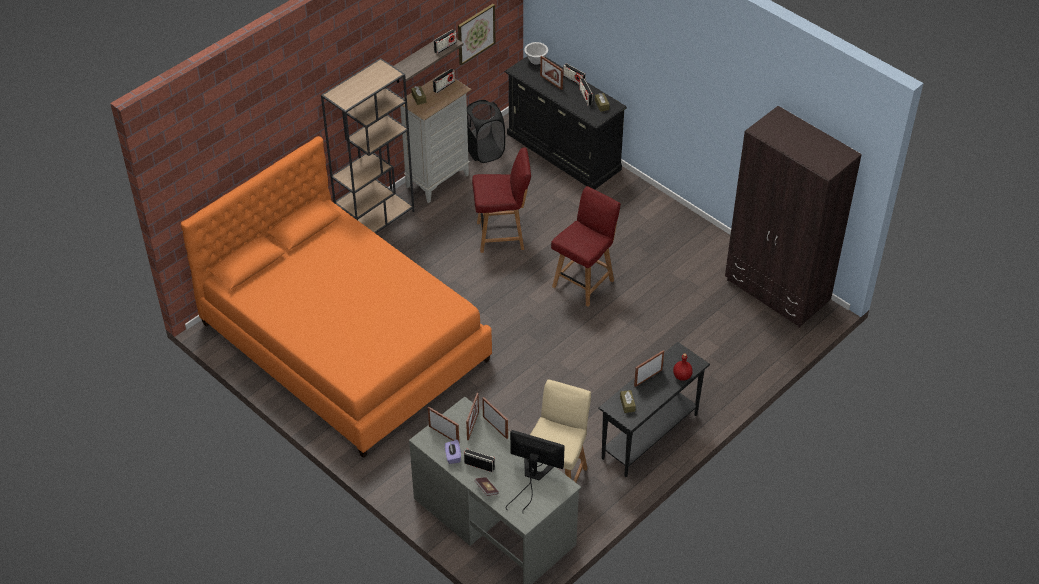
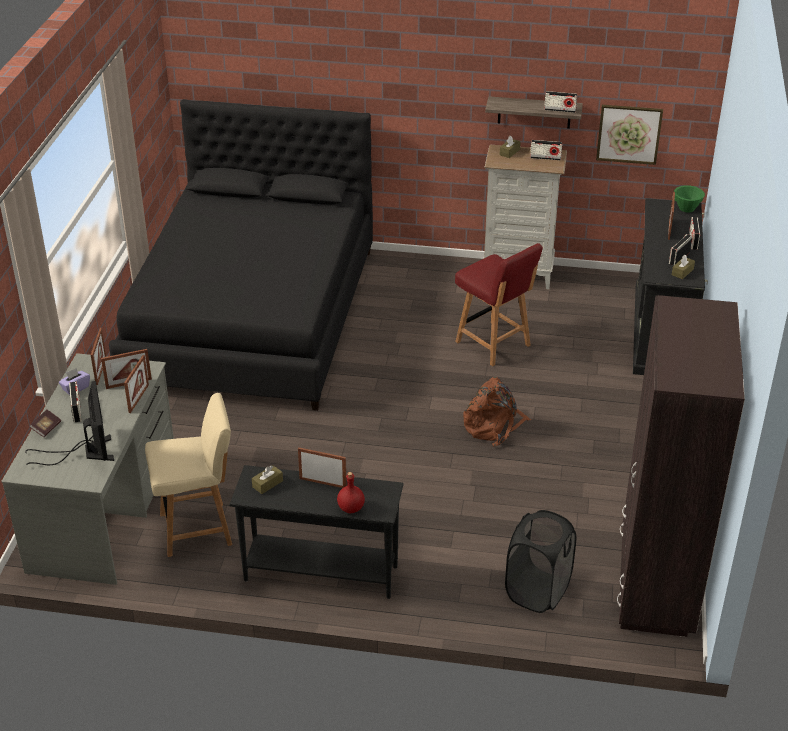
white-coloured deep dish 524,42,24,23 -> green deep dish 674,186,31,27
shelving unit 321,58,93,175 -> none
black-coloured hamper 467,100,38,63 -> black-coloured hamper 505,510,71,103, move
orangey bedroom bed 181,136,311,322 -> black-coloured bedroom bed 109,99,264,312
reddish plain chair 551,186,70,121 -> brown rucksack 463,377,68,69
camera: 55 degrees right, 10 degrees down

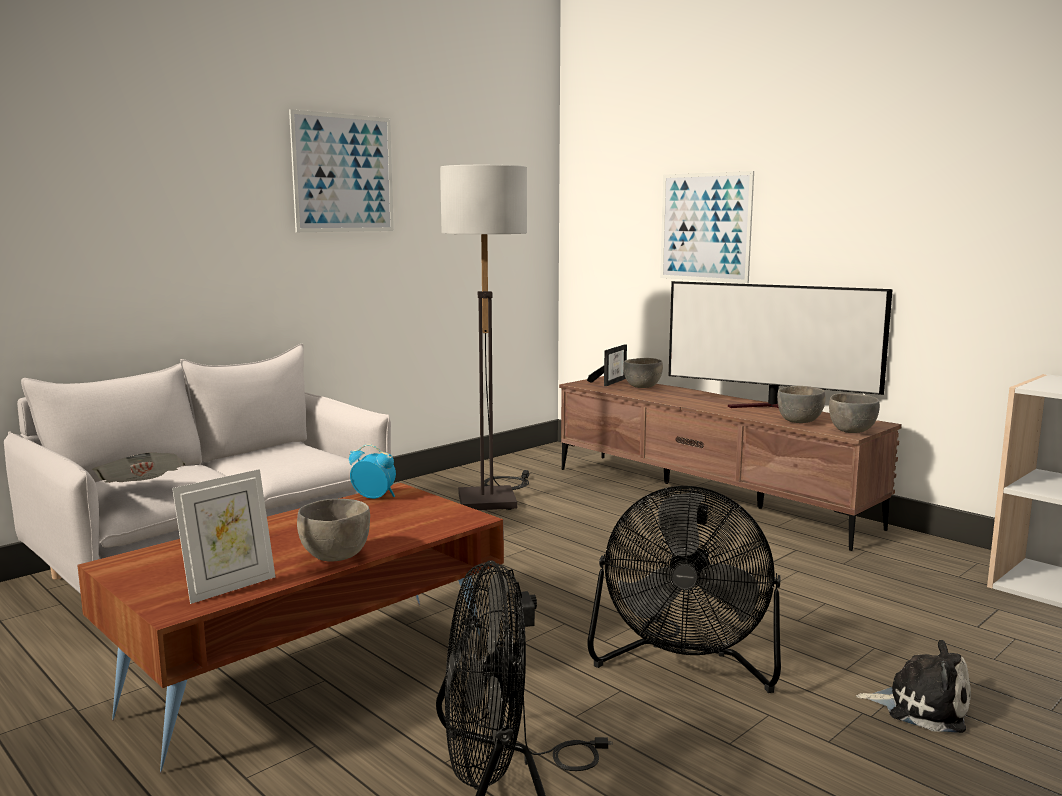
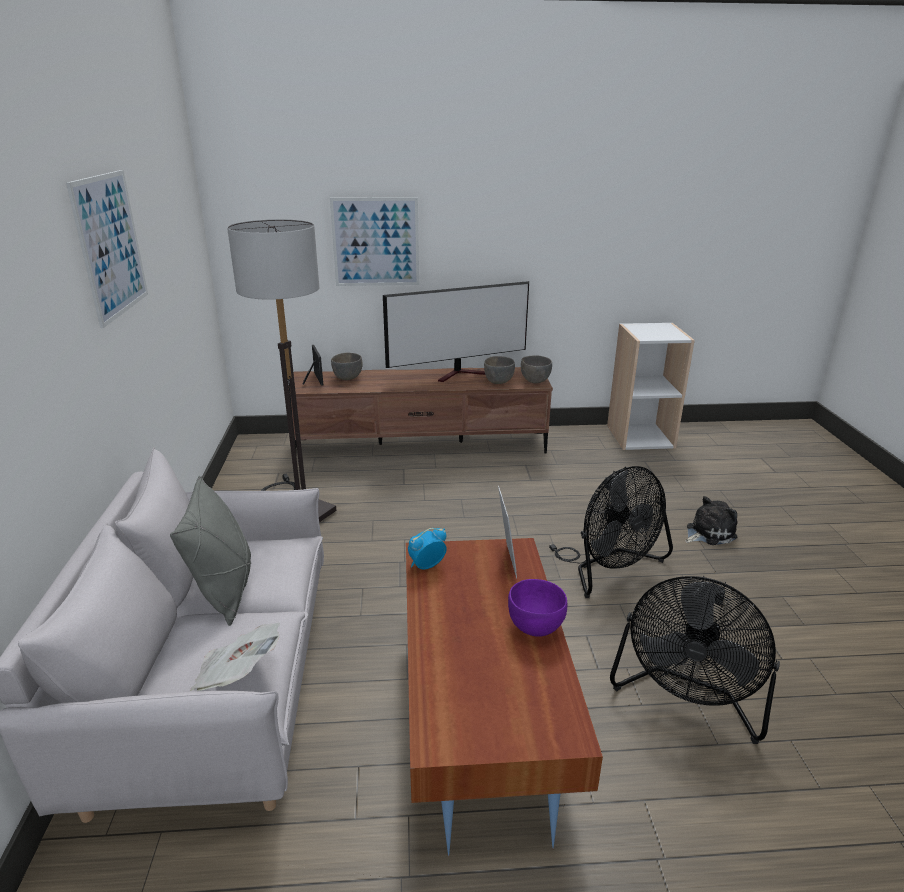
standing frame 172,469,103,135 -> standing frame 498,486,19,93, move
greyish deep dish 297,499,73,62 -> purple-coloured deep dish 508,579,59,58
none -> greyish throw pillow 170,476,81,150
camera: 50 degrees left, 15 degrees up

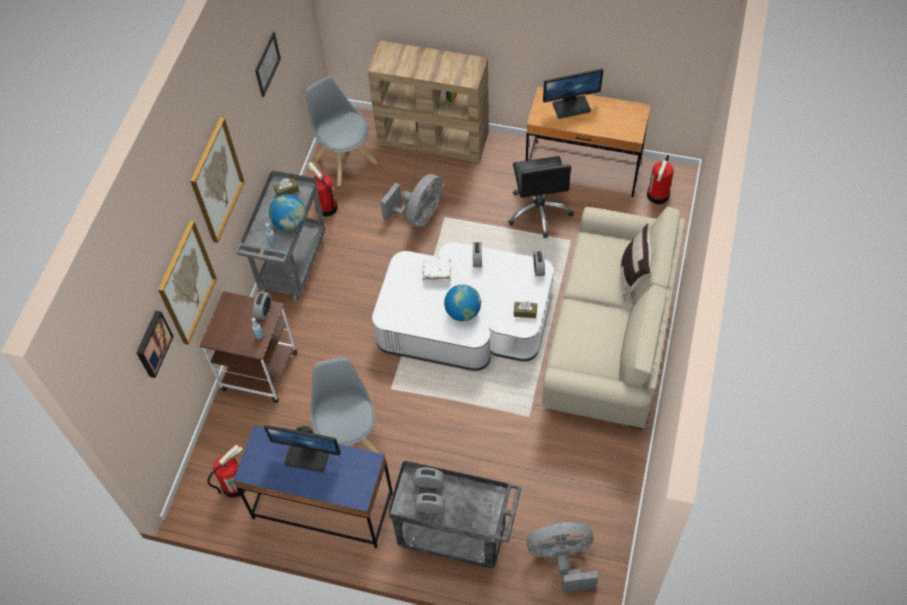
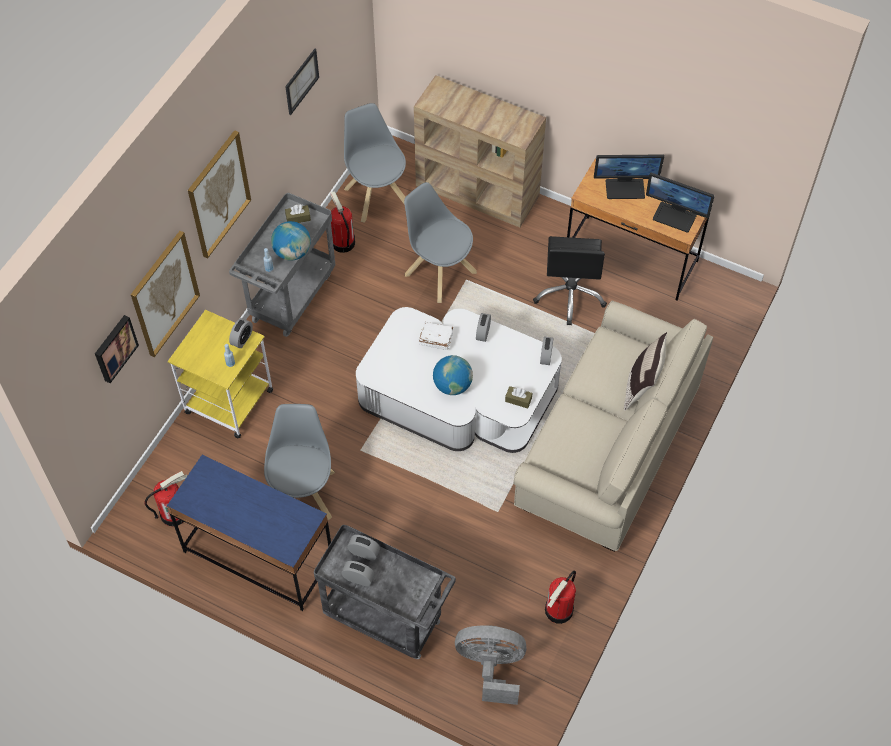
fire-fighting cylinder 647,155,27,49 -> fire-fighting cylinder 545,571,31,53, move
greyish fan 381,174,62,53 -> greyish plain chair 404,182,73,121
brown cart 200,291,97,112 -> yellow cart 168,310,106,128
computer display 264,425,76,47 -> computer display 646,173,69,60, move
camera: 10 degrees right, 0 degrees up

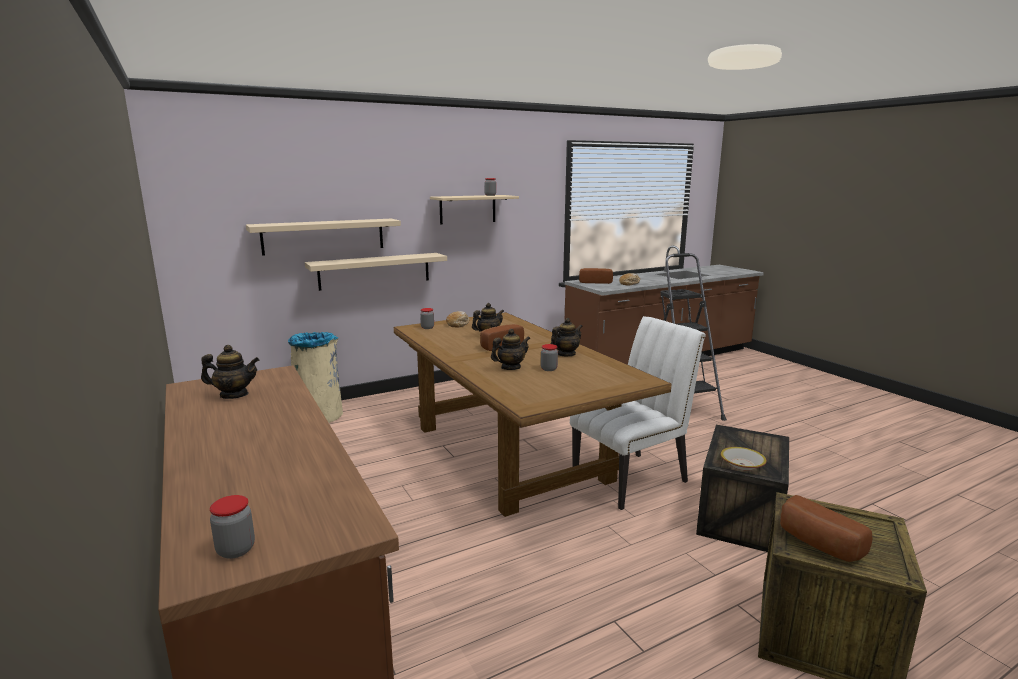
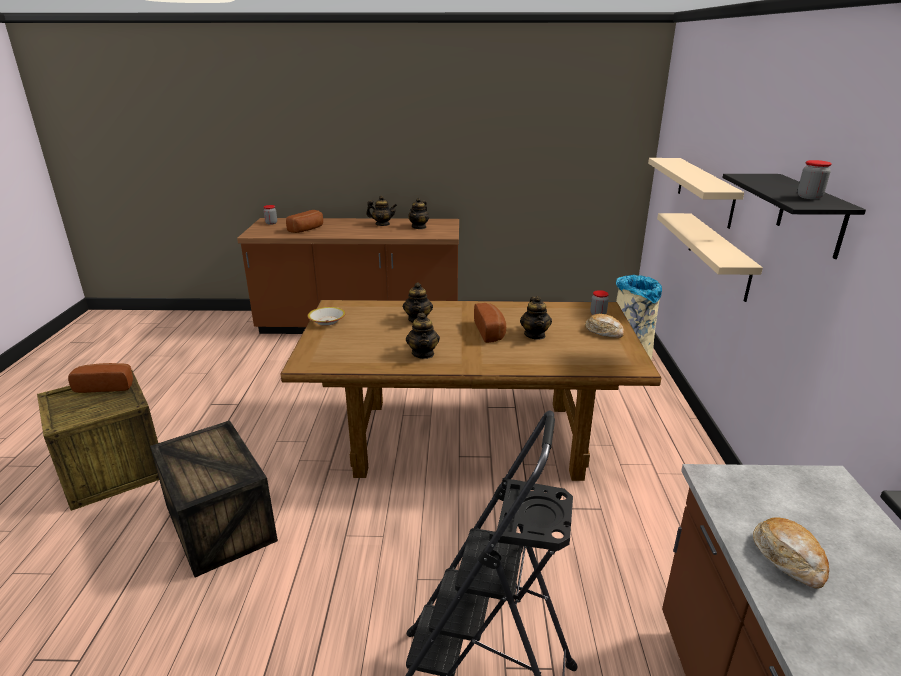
beige bracket shelf 430,195,89,30 -> black-coloured bracket shelf 723,174,143,85
bakery bread 579,268,34,16 -> bakery bread 286,210,37,23, move
white-coloured plain chair 570,316,136,194 -> none
jar 541,344,17,27 -> none
deep dish 721,447,46,24 -> deep dish 308,307,38,19, move
none -> pot for tea 366,195,31,31
camera: 120 degrees right, 10 degrees up

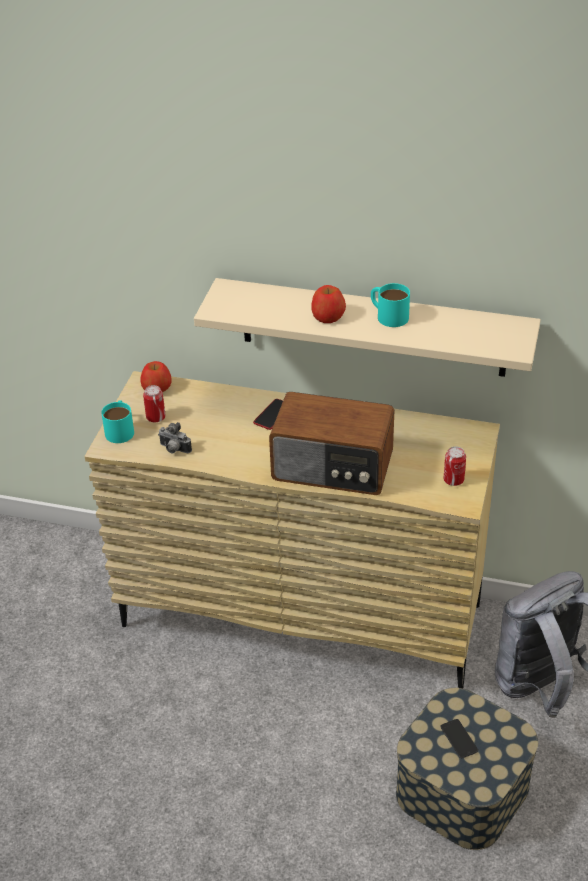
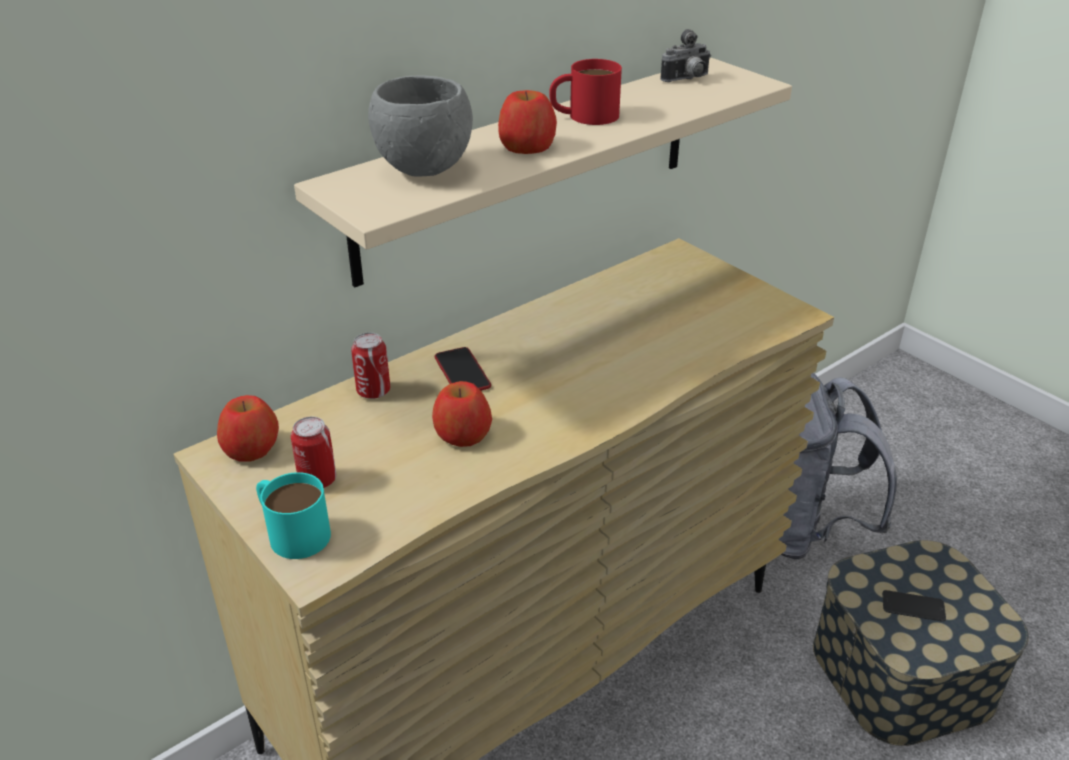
turquoise-coloured mug 371,283,39,44 -> reddish mug 549,59,73,66
radio receiver 269,392,125,103 -> none
photo camera 158,422,34,31 -> photo camera 660,29,51,53, move
metal can 444,447,22,39 -> metal can 351,333,39,66, move
none -> greyish deep dish 368,75,105,102
none -> apple 432,381,60,66
camera: 55 degrees left, 5 degrees down

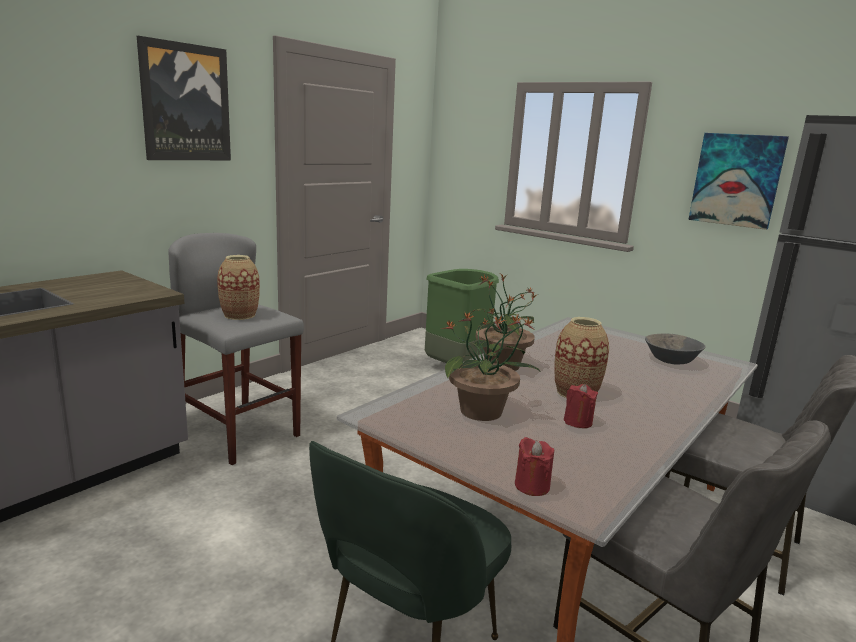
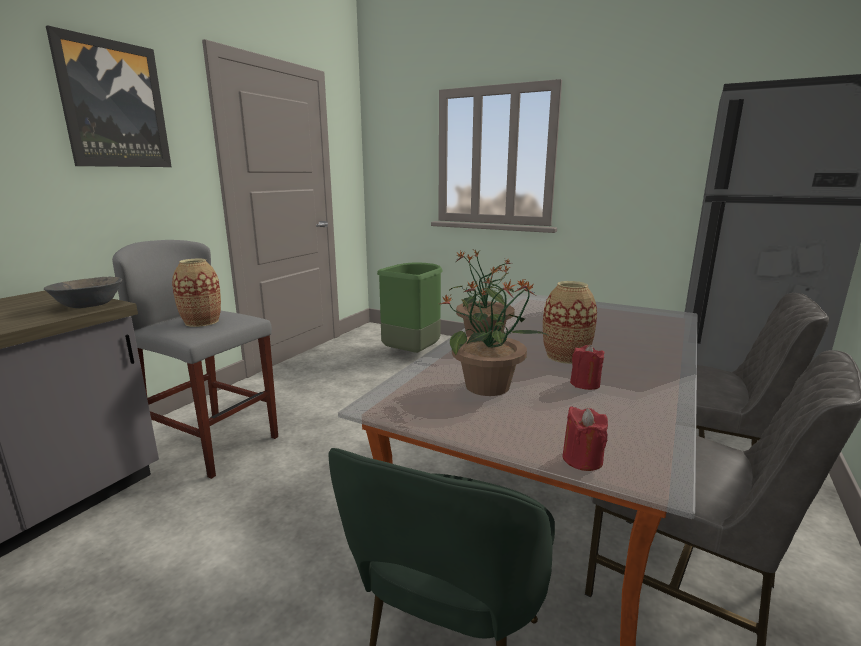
wall art 688,133,101,97 -> none
greyish deep dish 645,333,61,32 -> greyish deep dish 44,277,78,31, move
camera: 10 degrees left, 0 degrees up

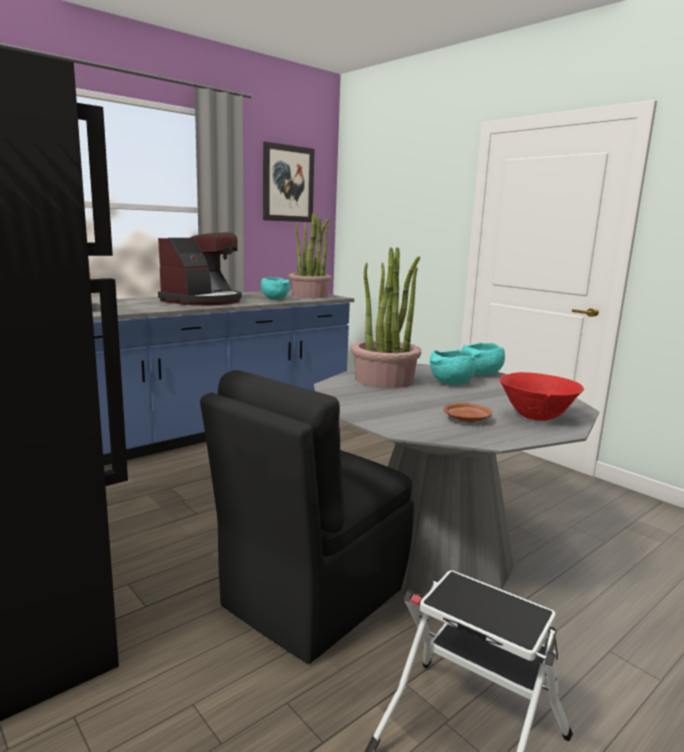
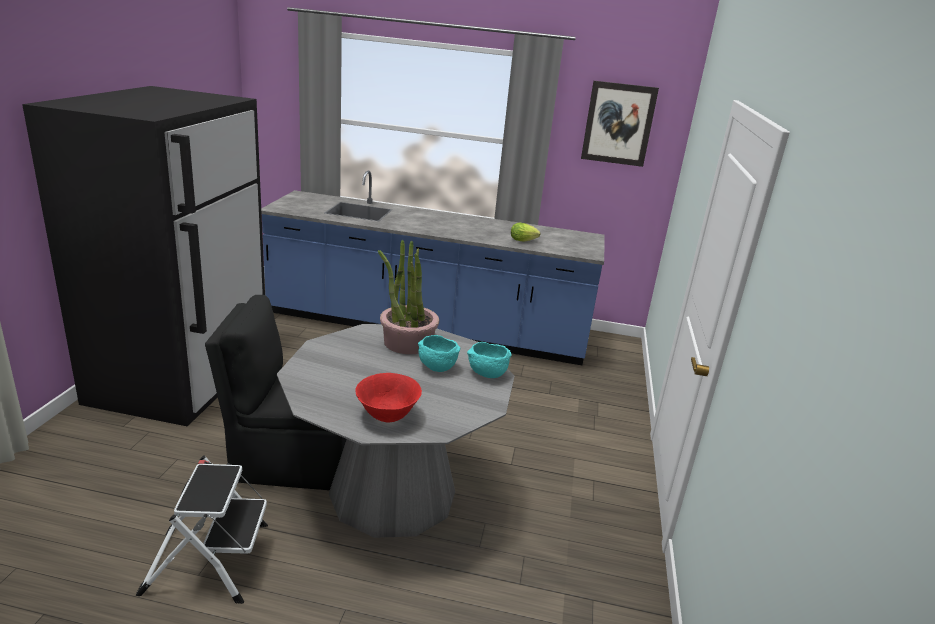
houseplant 288,213,43,85 -> none
coffee maker 158,233,84,73 -> none
turquoise-coloured deep dish 261,277,29,23 -> lettuce 511,223,30,19
brown plate 443,403,50,19 -> none
camera: 50 degrees right, 10 degrees up

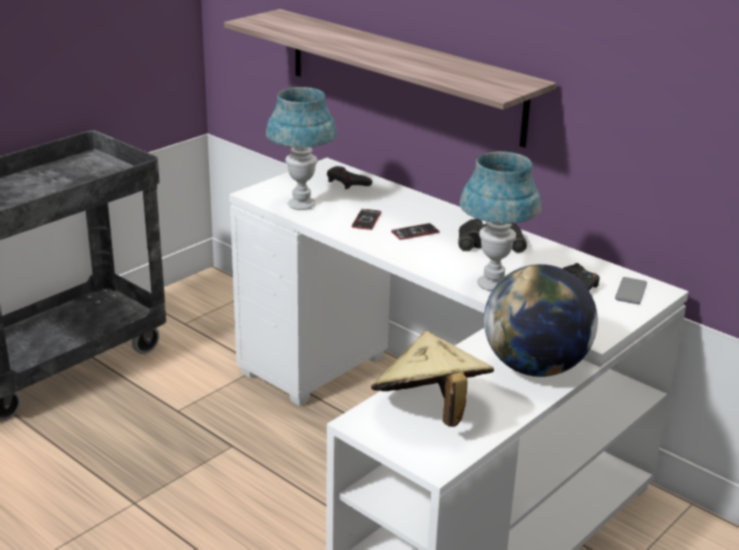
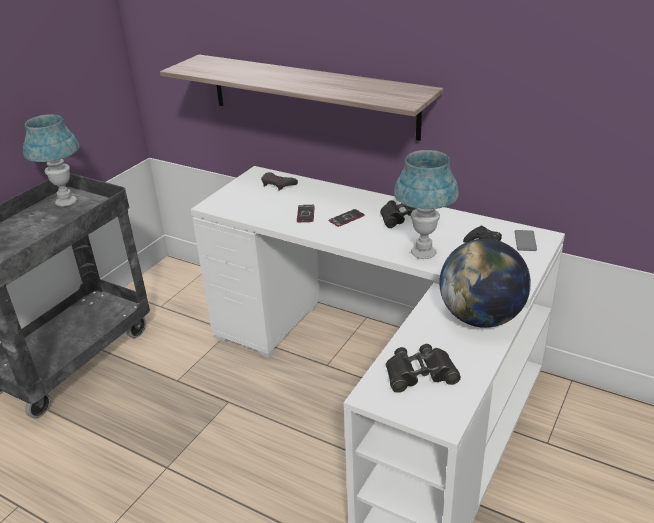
blue-coloured table lamp 266,87,71,123 -> blue-coloured table lamp 23,114,56,93, move
beige hat 371,331,123,96 -> black-coloured pair of binoculars 386,344,75,49
camera: 10 degrees left, 5 degrees up

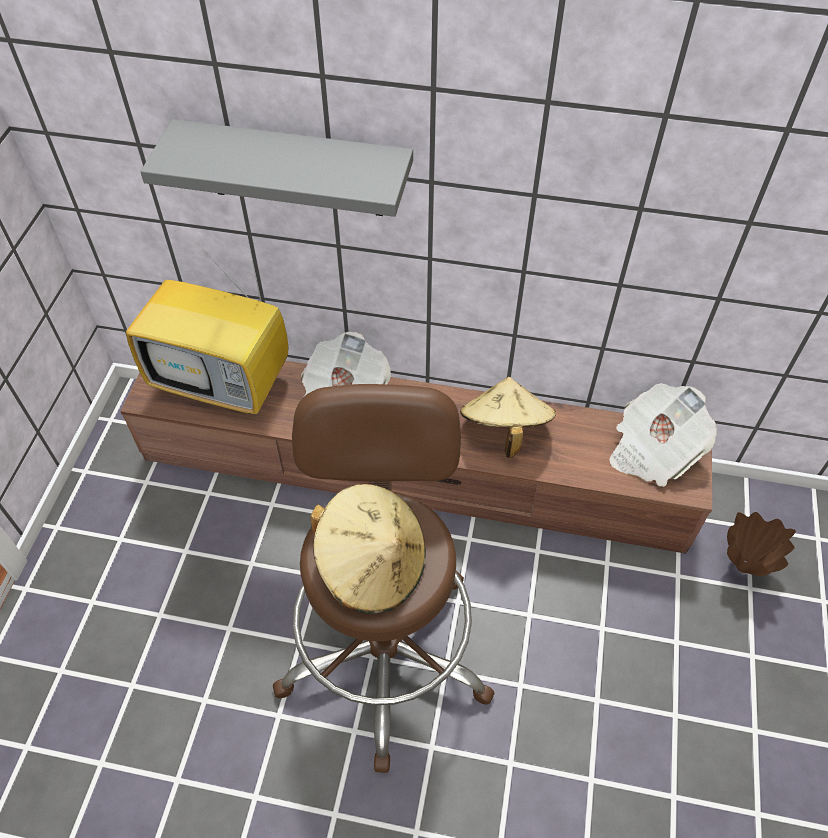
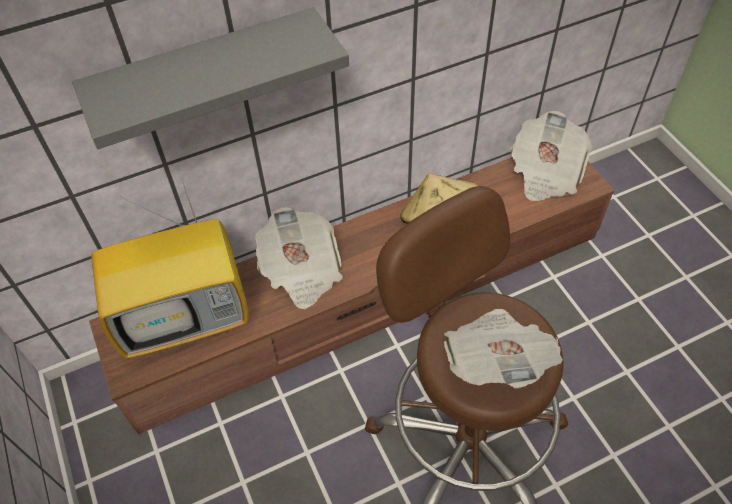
beige hat 310,484,116,130 -> daily paper 444,309,119,79
brown flower vase 727,512,69,64 -> none
camera: 35 degrees left, 0 degrees up

